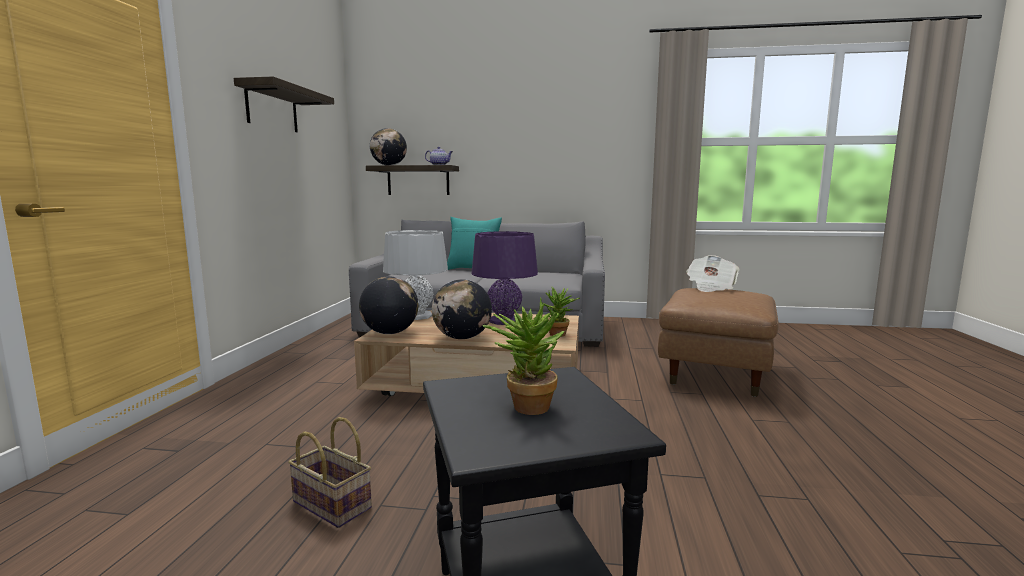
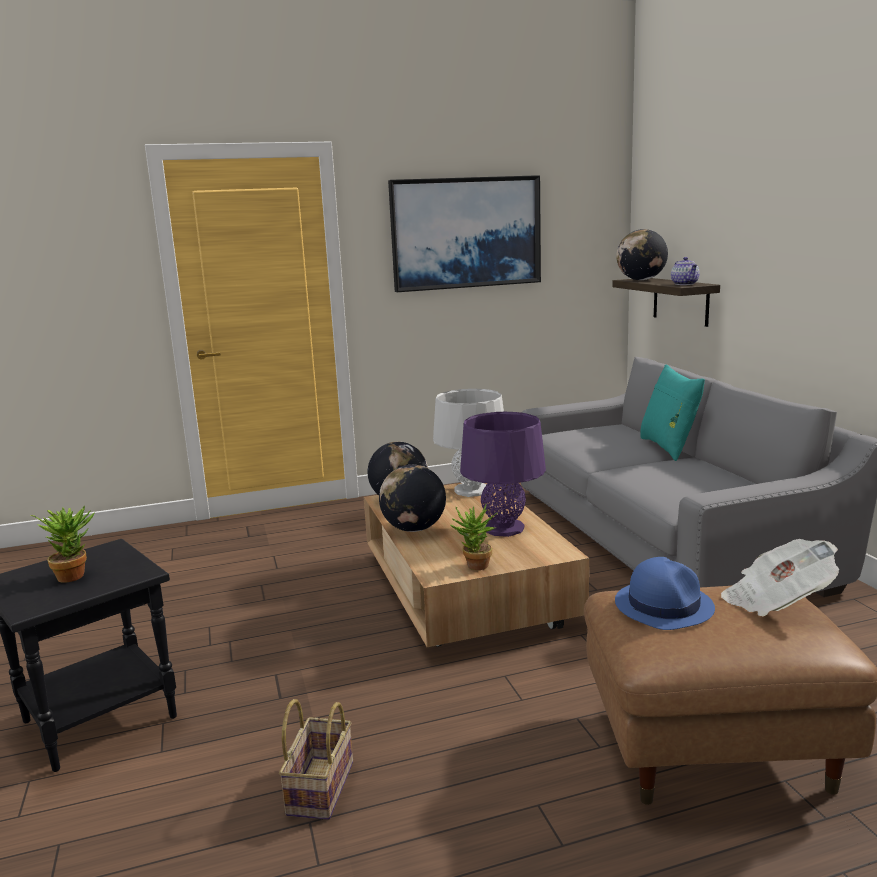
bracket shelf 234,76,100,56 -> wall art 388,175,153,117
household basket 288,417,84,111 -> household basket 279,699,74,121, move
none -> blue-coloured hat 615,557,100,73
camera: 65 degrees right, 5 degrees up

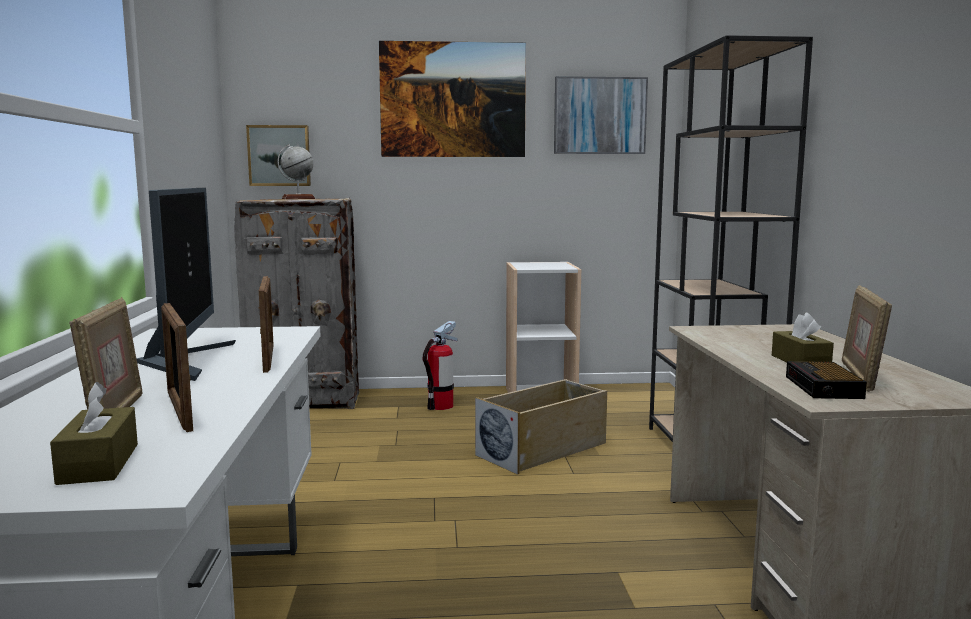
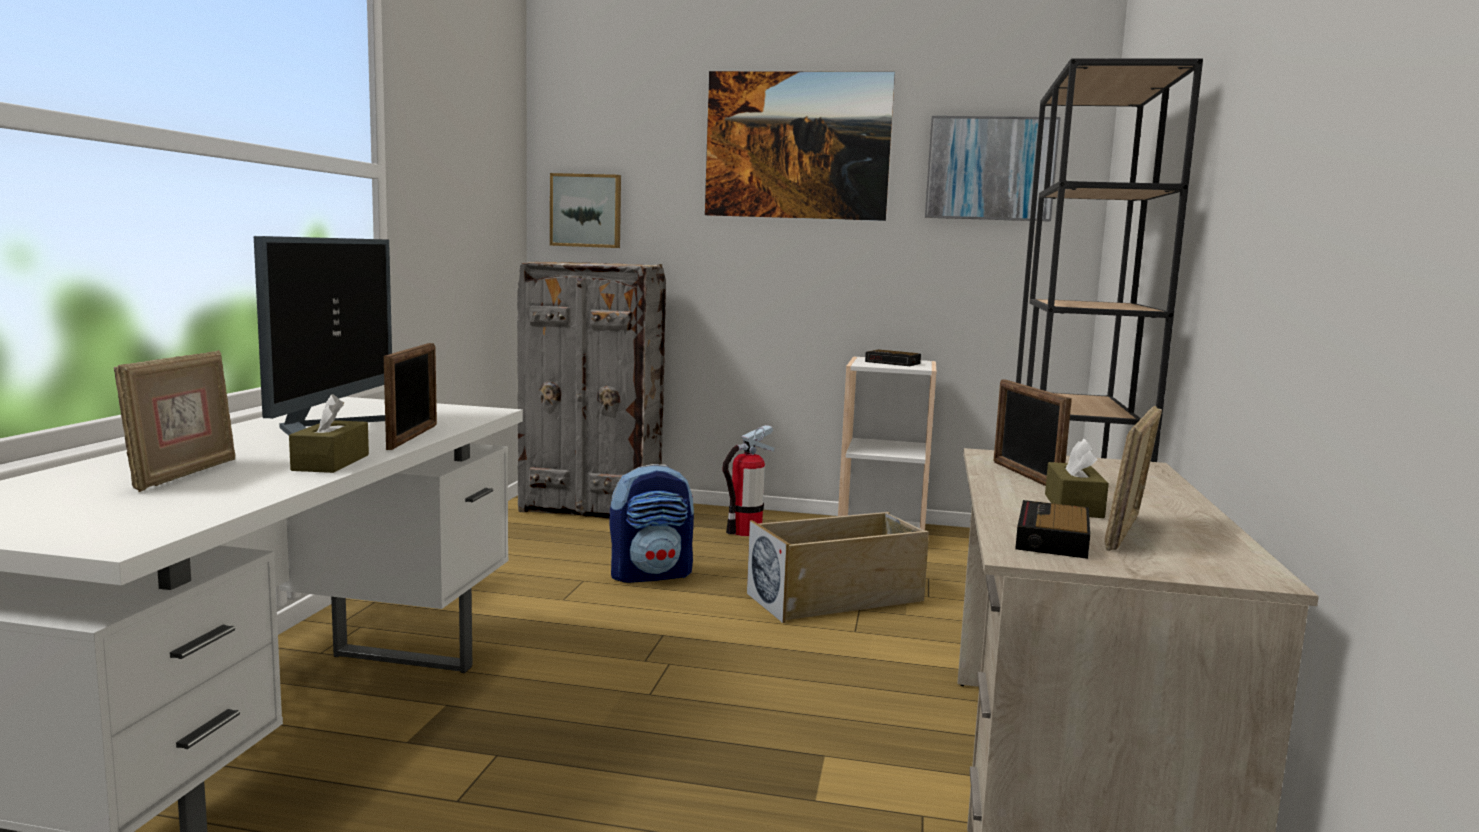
globe 277,144,38,55 -> none
standing frame 161,303,32,129 -> standing frame 994,380,78,106, move
brown box of tissues 50,382,88,103 -> brown box of tissues 289,394,80,79, move
none -> table clock 865,350,56,16
none -> rucksack 610,464,84,119
camera: 15 degrees right, 0 degrees up

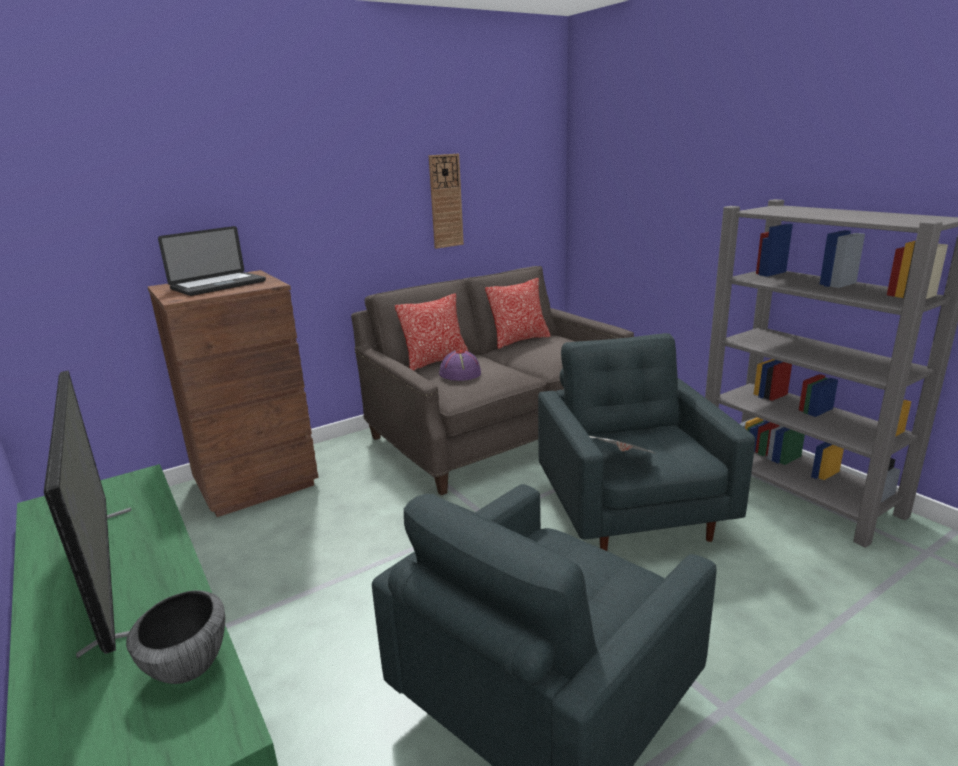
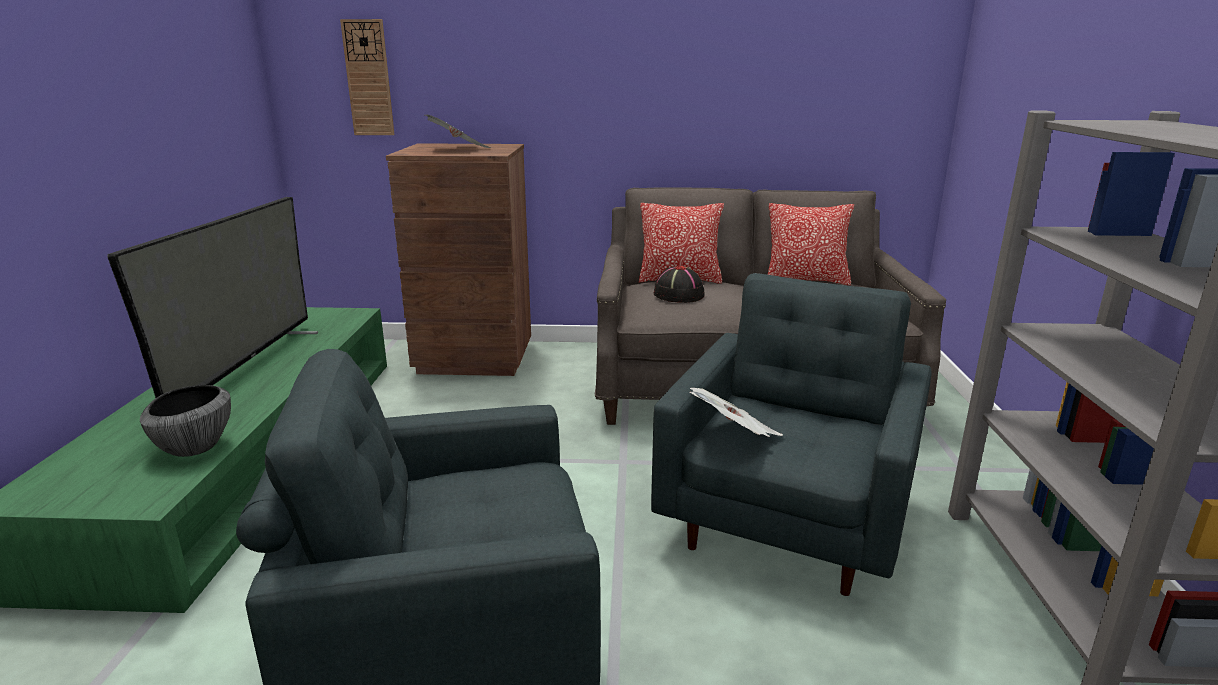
clock on the wall 429,154,35,95 -> clock on the wall 340,19,54,116, move
notebook computer 158,226,108,70 -> daily paper 425,115,66,33
purple-coloured hat 439,350,42,31 -> black-coloured hat 654,266,51,37
camera: 35 degrees right, 0 degrees up

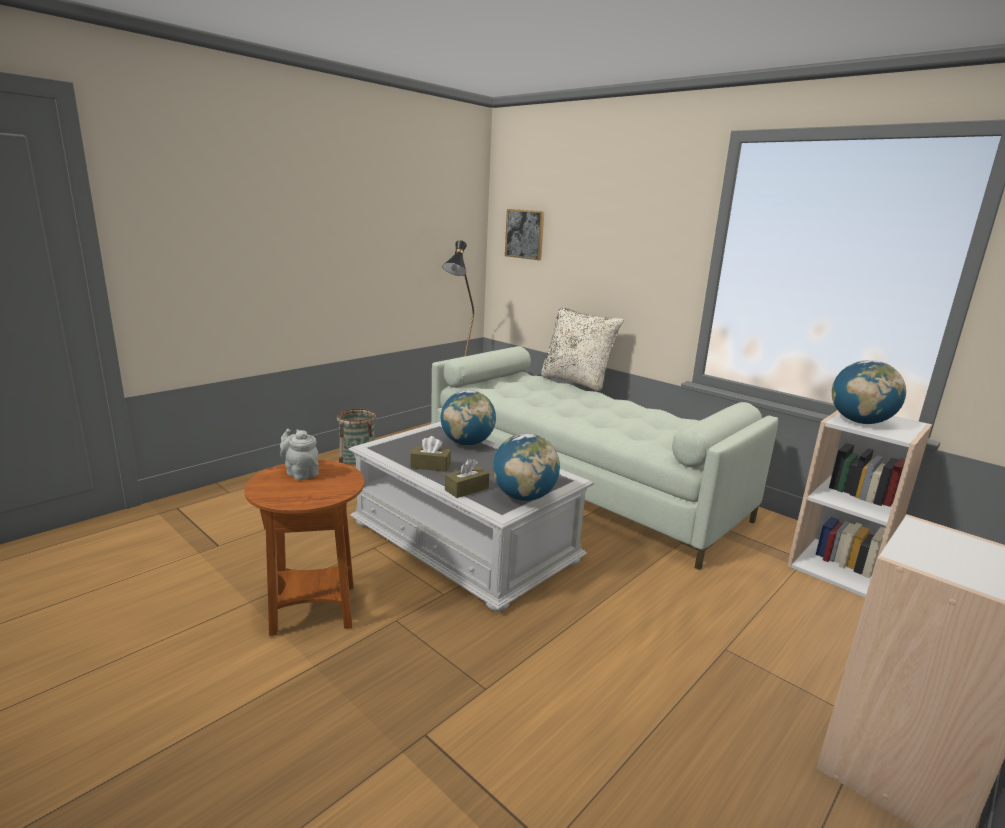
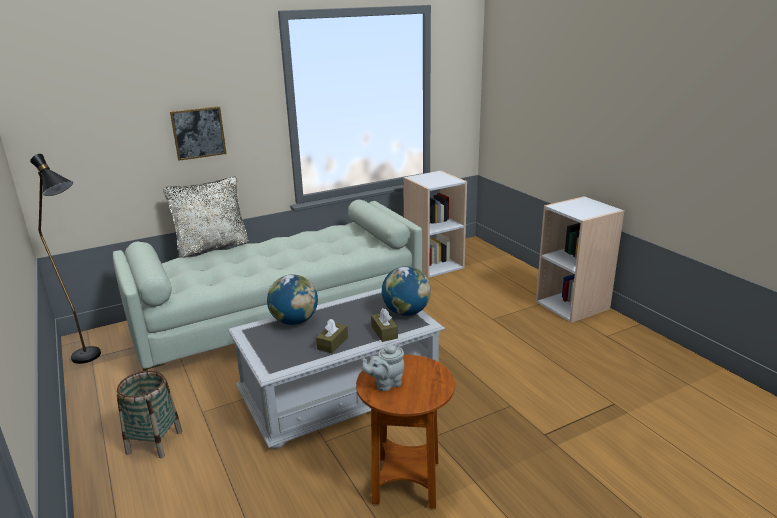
wall art 505,209,39,51 -> wall art 170,106,57,55, move
globe 832,360,74,64 -> none
camera: 70 degrees left, 5 degrees up

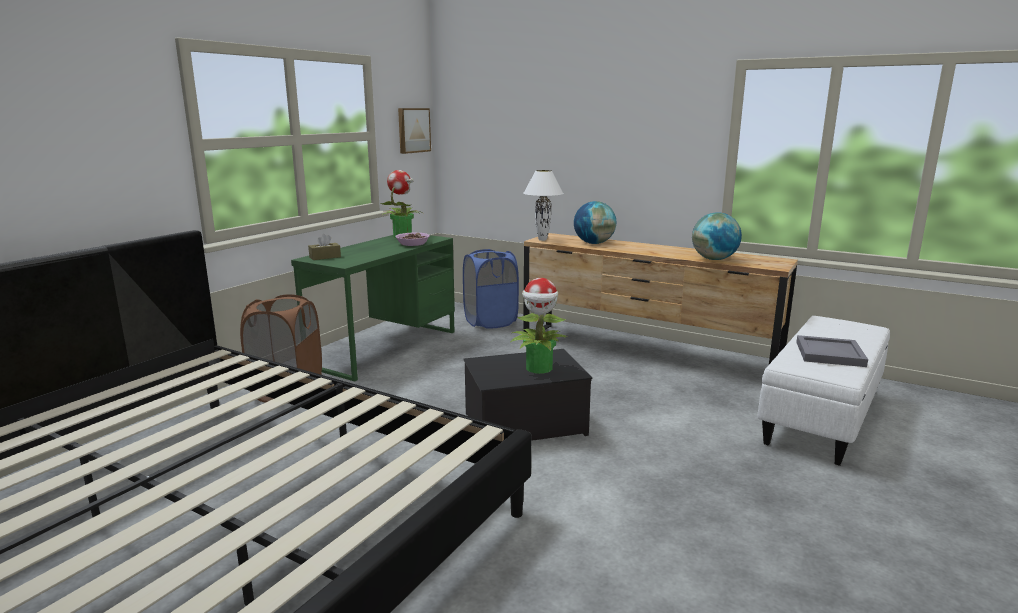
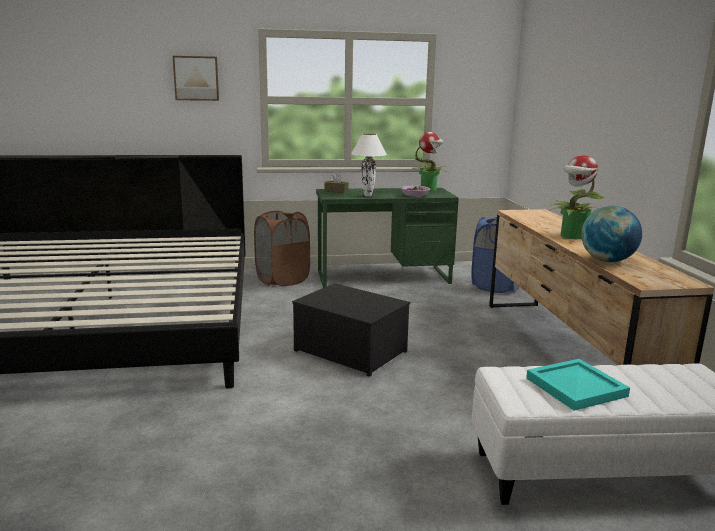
wall art 398,108,33,46 -> wall art 173,56,46,45, move
white-coloured table lamp 524,170,40,71 -> white-coloured table lamp 351,133,36,64, move
globe 574,201,42,43 -> none
houseplant 510,278,58,96 -> houseplant 549,155,56,84, move
greyish serving tray 796,335,72,32 -> turquoise-coloured serving tray 526,359,104,52
camera: 50 degrees right, 0 degrees up

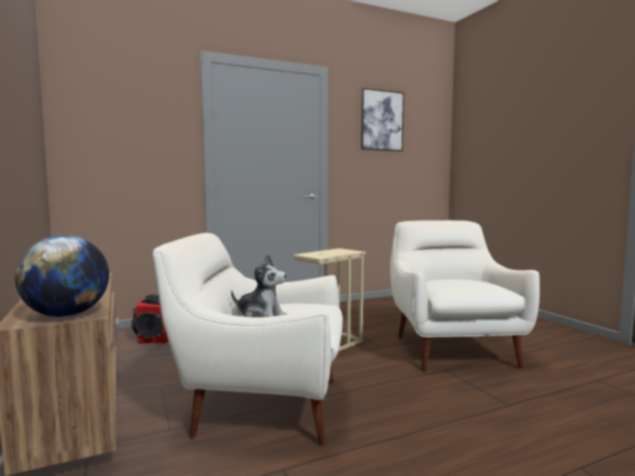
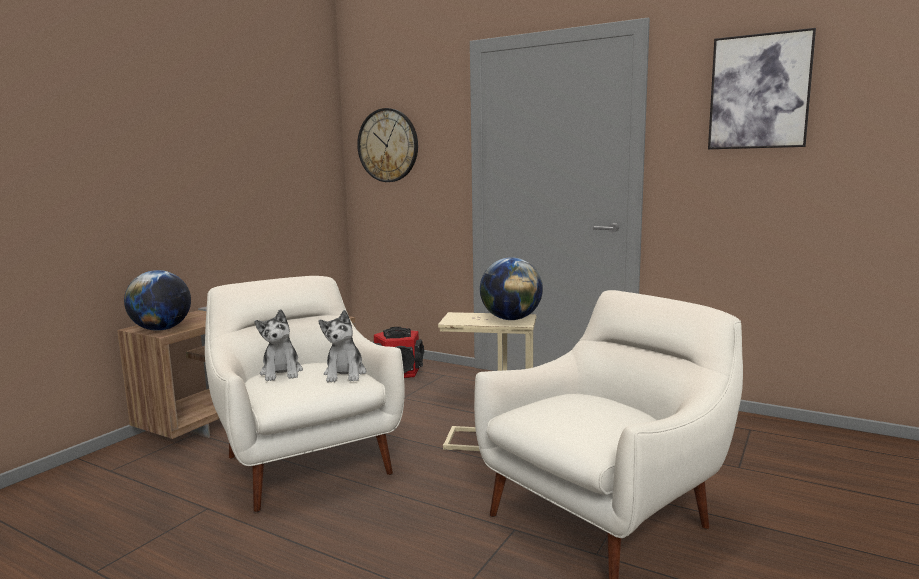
none -> clock on the wall 357,108,61,74
none -> globe 480,257,63,63
none -> plush toy 319,310,48,72
camera: 55 degrees right, 5 degrees up

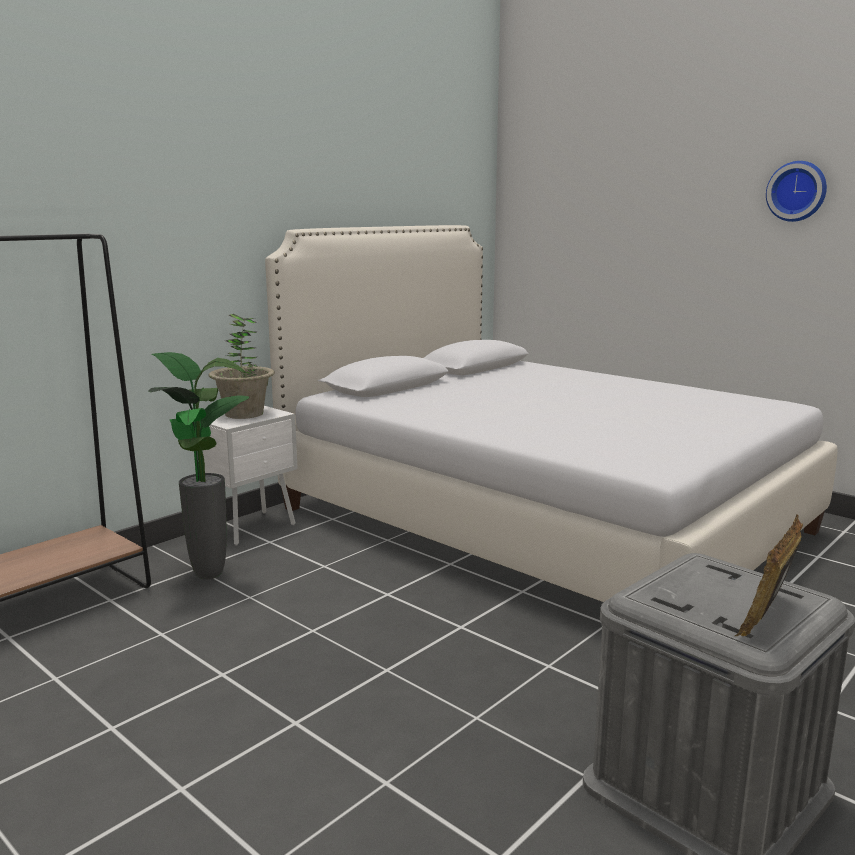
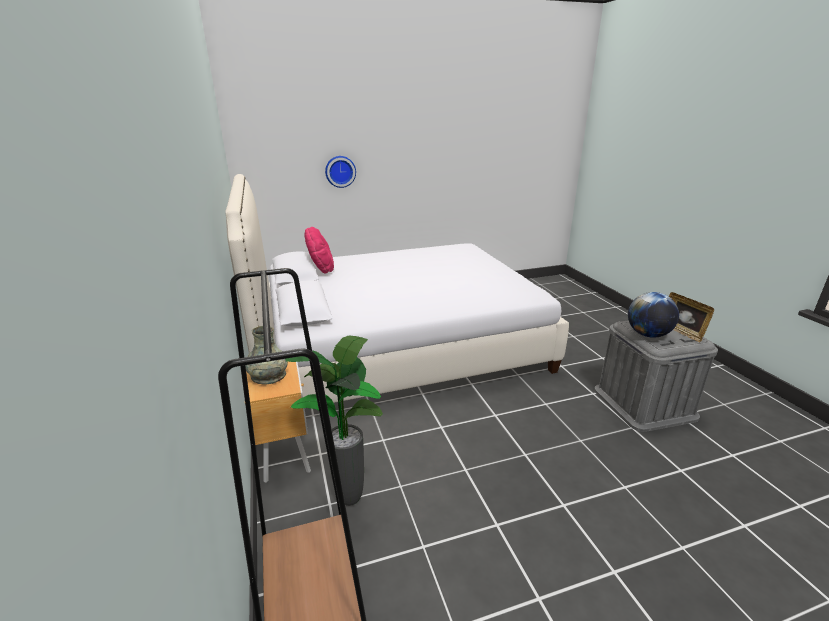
clock on the wall 766,161,61,61 -> clock on the wall 325,156,31,32, move
houseplant 209,314,66,105 -> greyish flower vase 245,326,43,58
white-coloured nightstand 197,406,101,140 -> brown nightstand 246,362,65,121
none -> pinkish throw pillow 305,227,29,47
none -> globe 628,292,51,46
camera: 60 degrees left, 10 degrees up

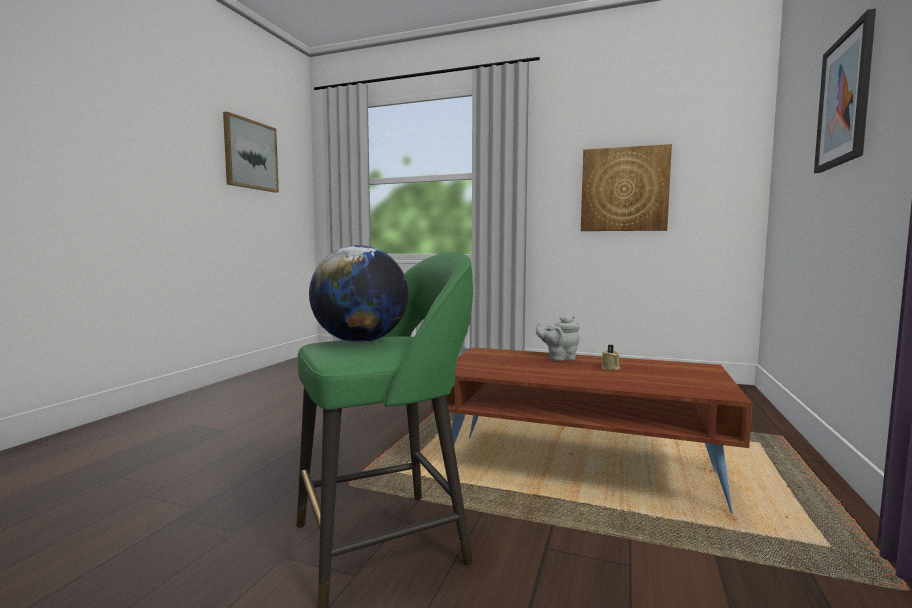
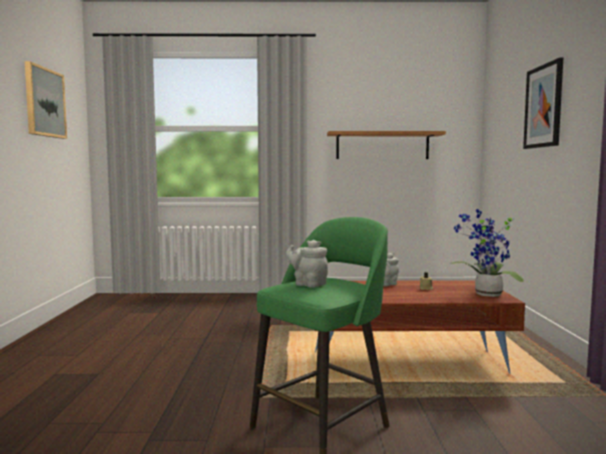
wall art 581,144,91,87 -> bracket shelf 327,131,119,28
globe 309,245,99,98 -> greyish pot for tea 286,240,42,47
none -> houseplant 450,209,74,88
camera: 20 degrees left, 0 degrees up

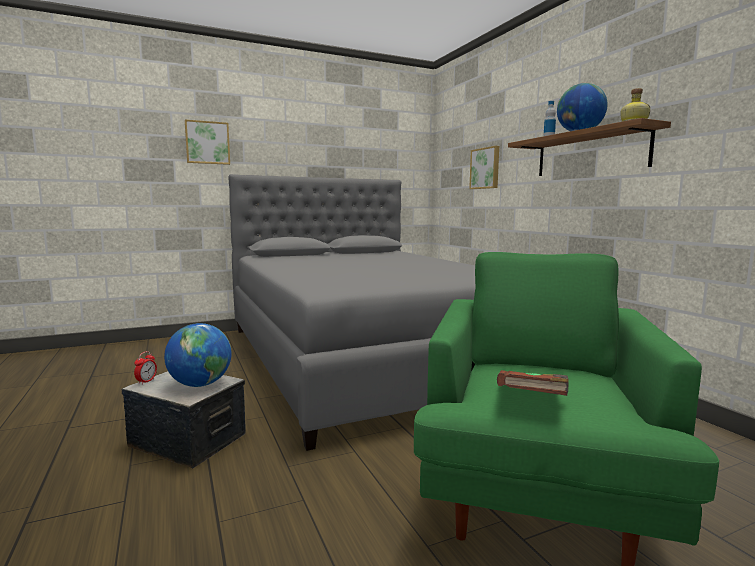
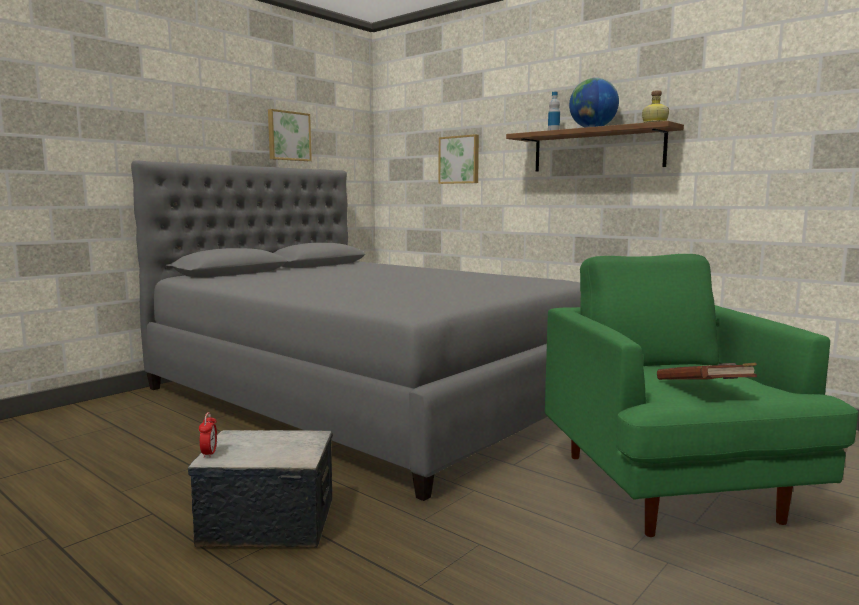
wall art 185,119,45,46 -> wall art 268,109,44,52, move
globe 164,323,68,64 -> none
camera: 25 degrees left, 0 degrees up

